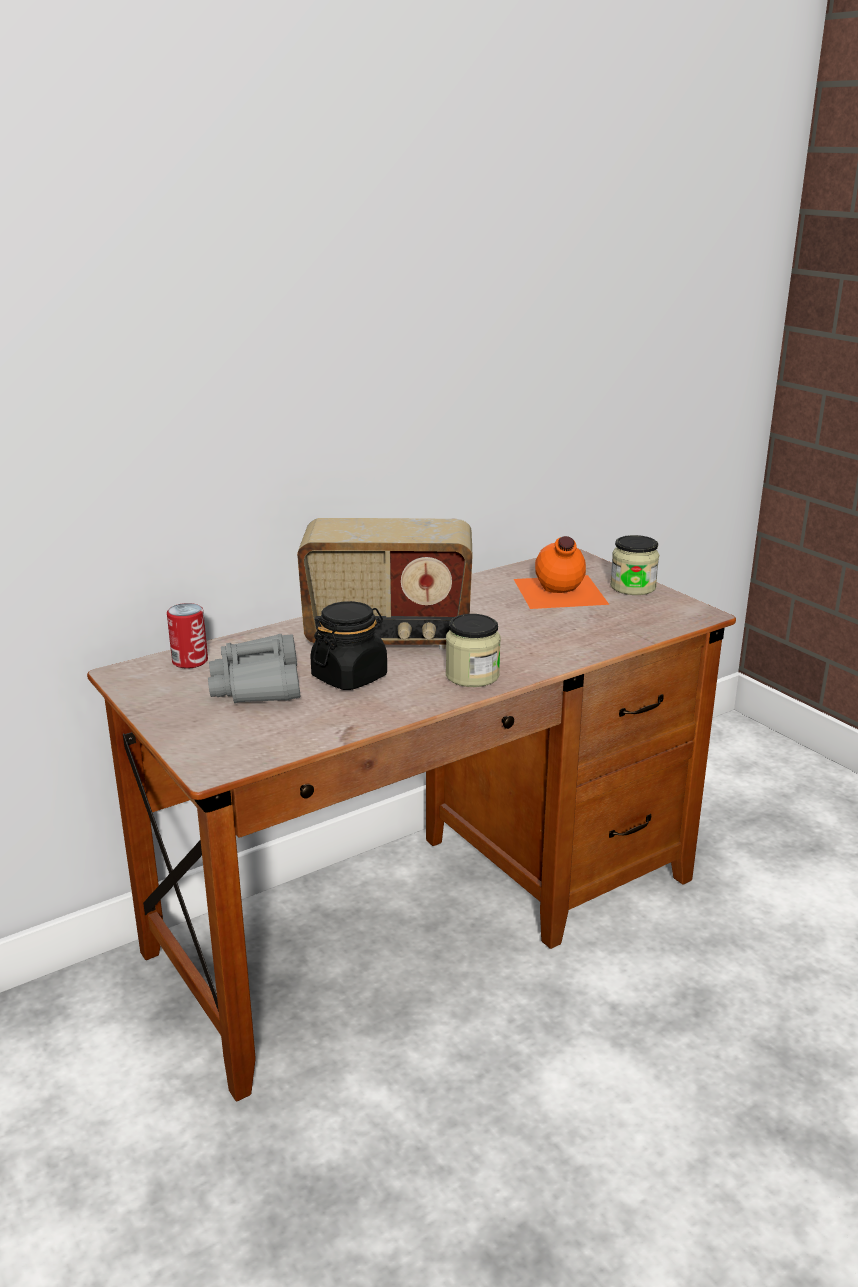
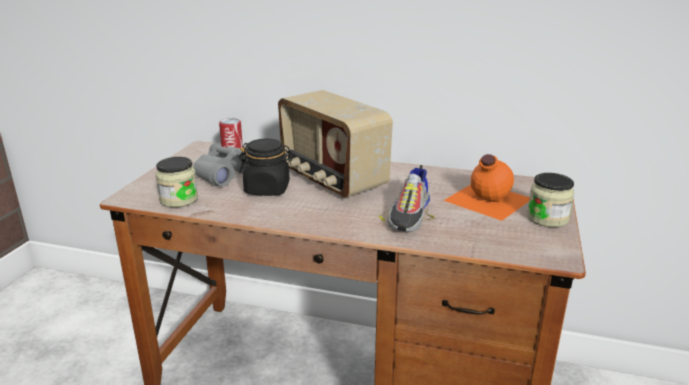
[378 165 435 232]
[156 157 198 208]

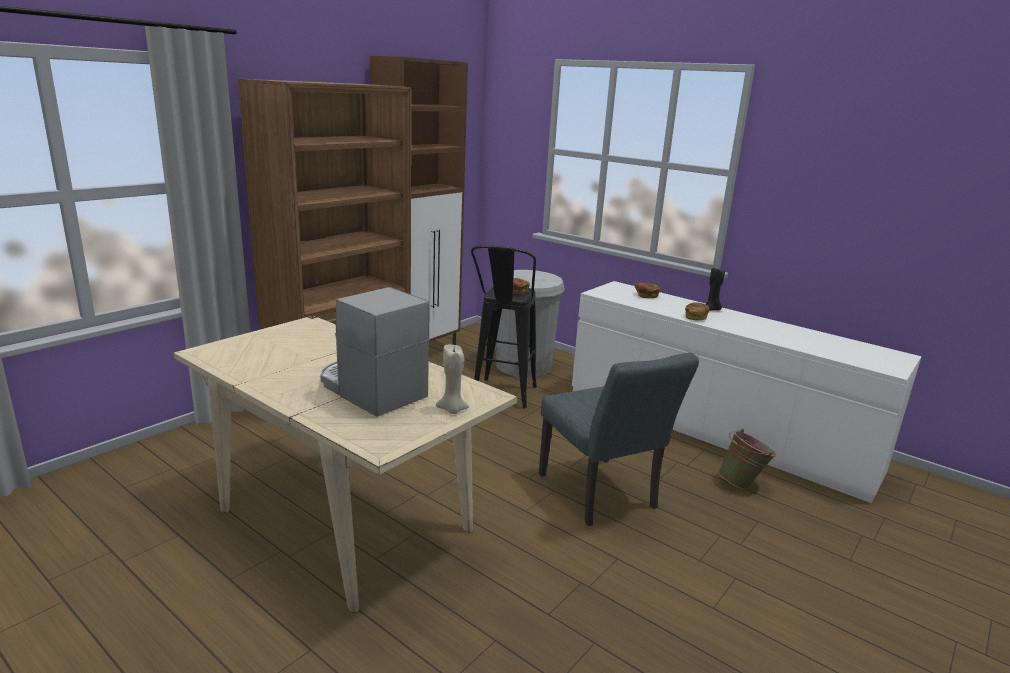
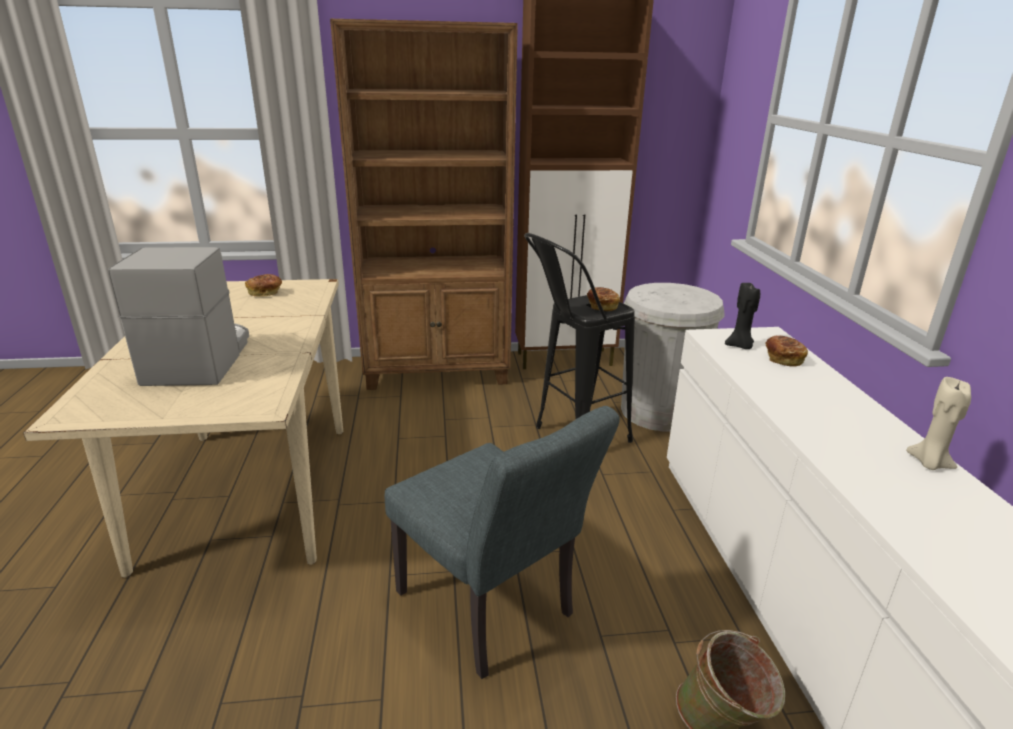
[906 377 971 470]
[245 274 282 297]
[725 283 760 349]
[385 406 620 679]

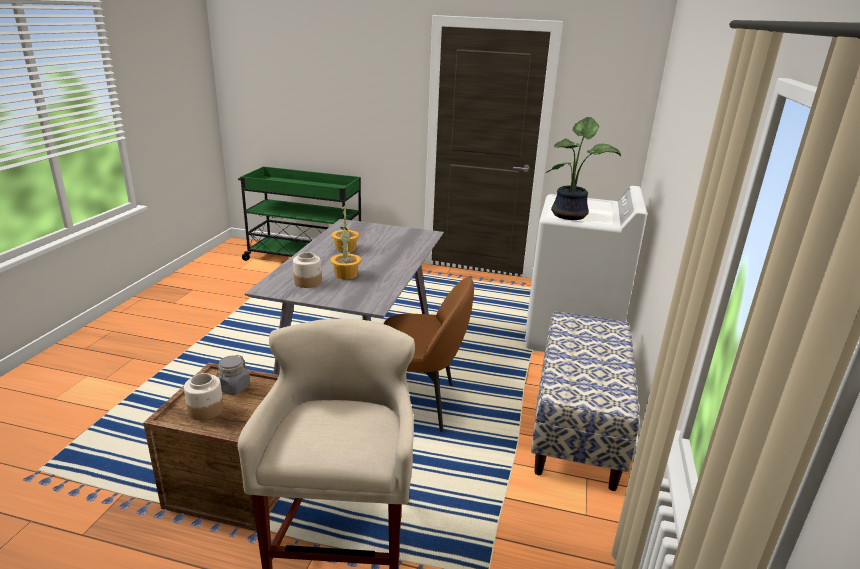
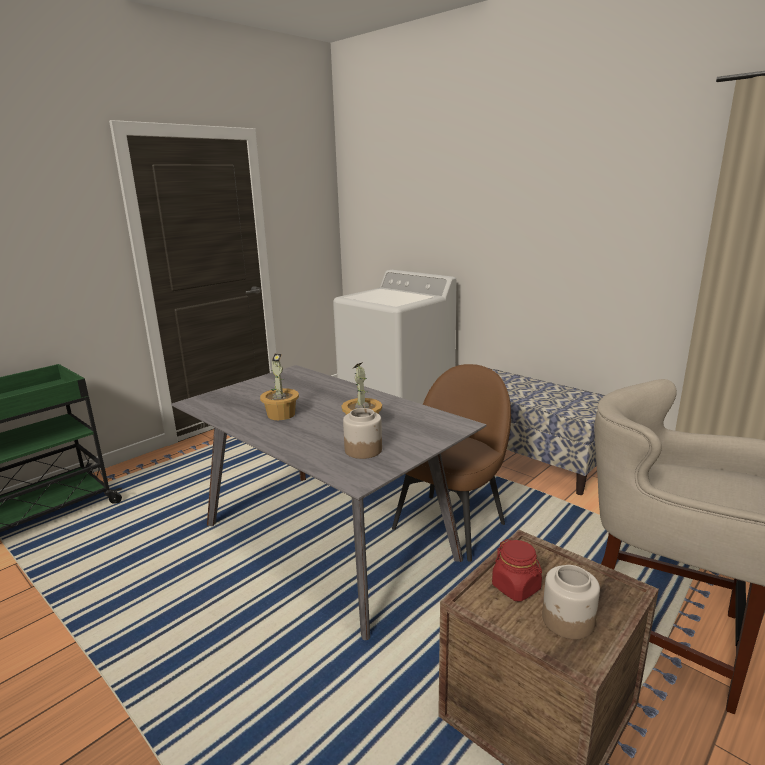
[546 117 621 220] (first image)
[492 539 542 602]

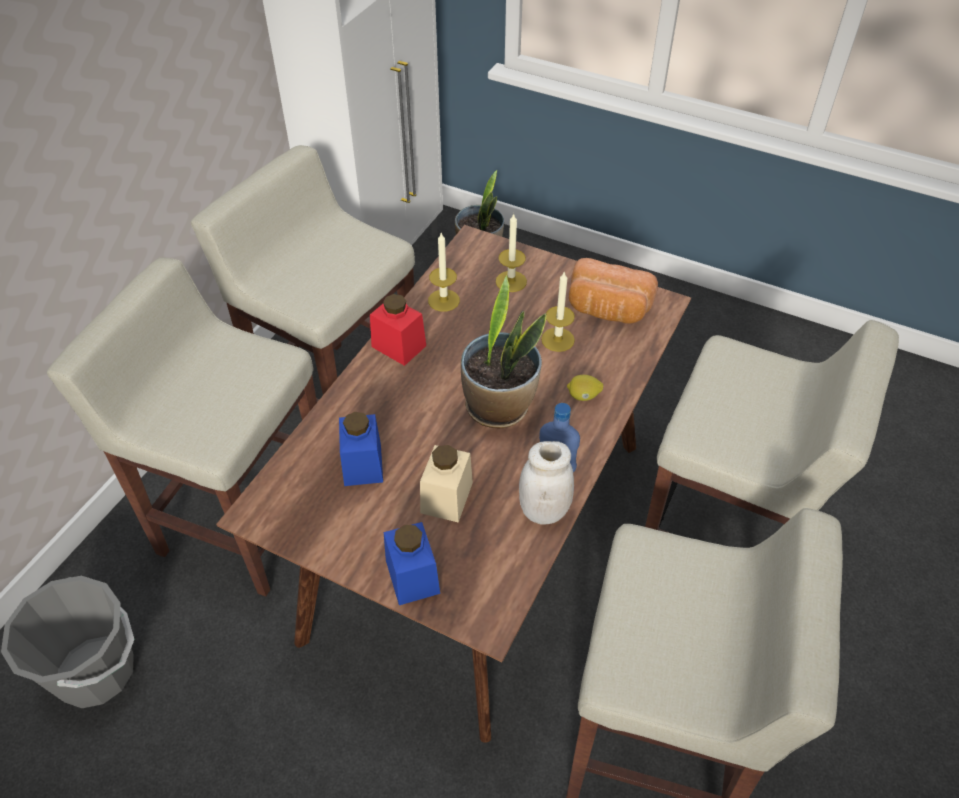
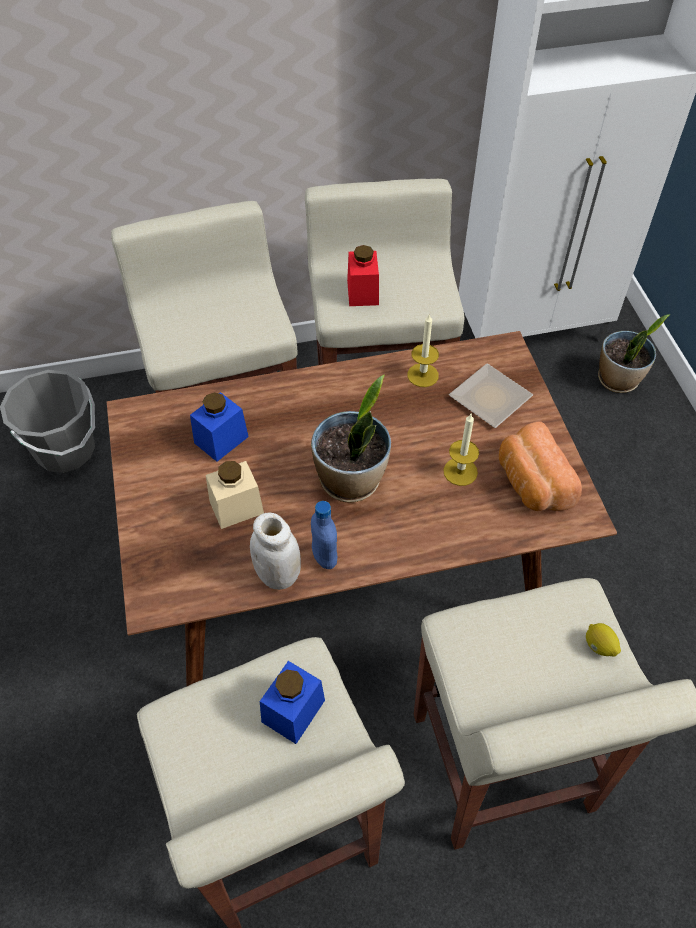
[347 245 379 306]
[260 661 325 744]
[586 623 621 657]
[449 363 533 428]

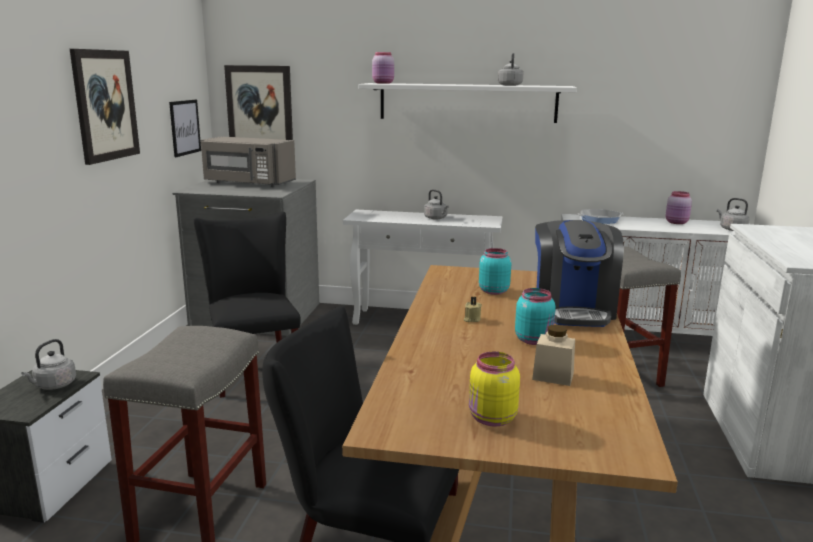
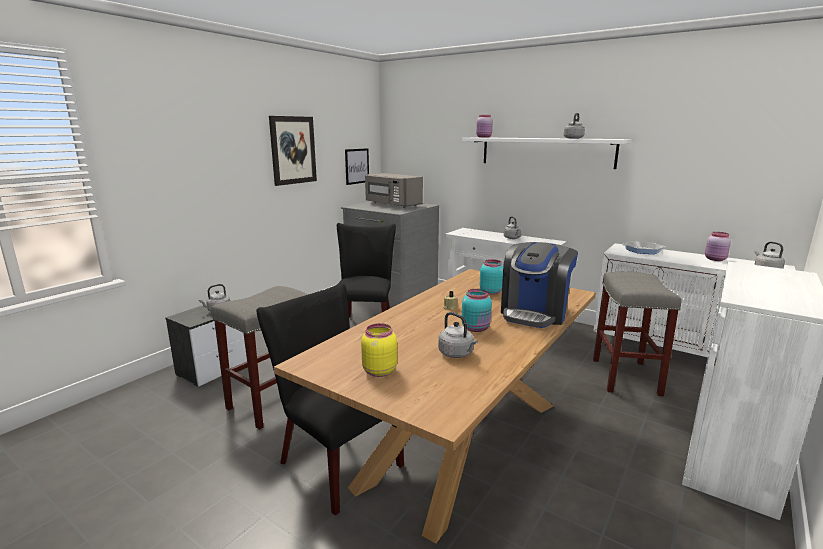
[224 65 293 140] (first image)
[438 312 478 358]

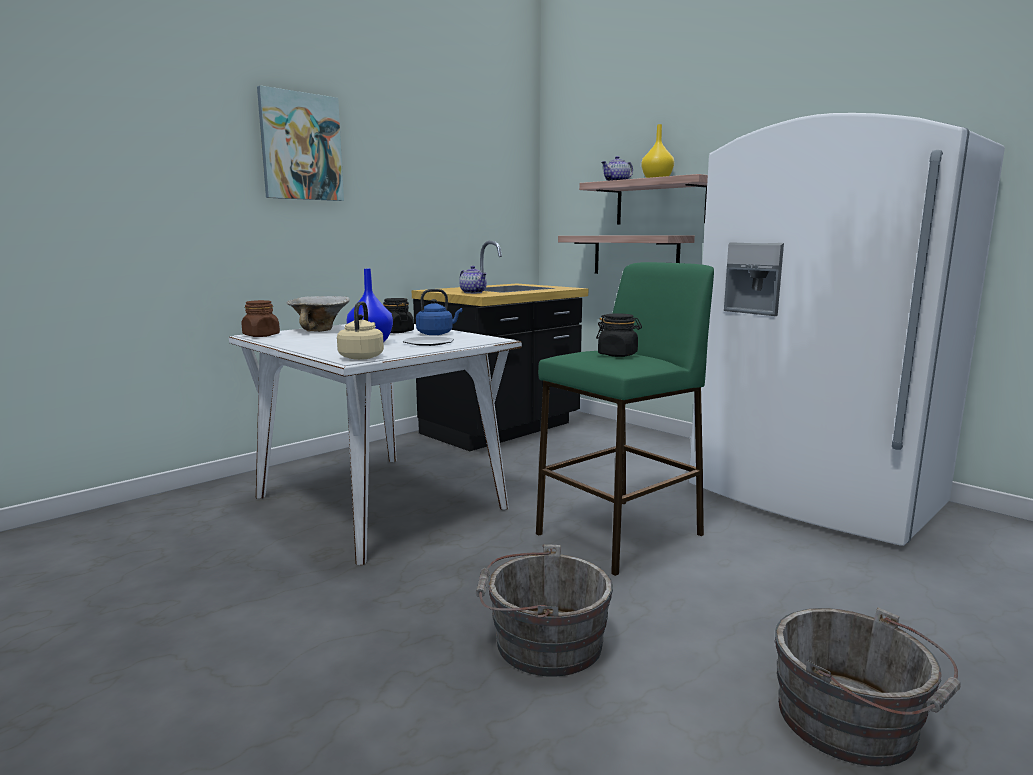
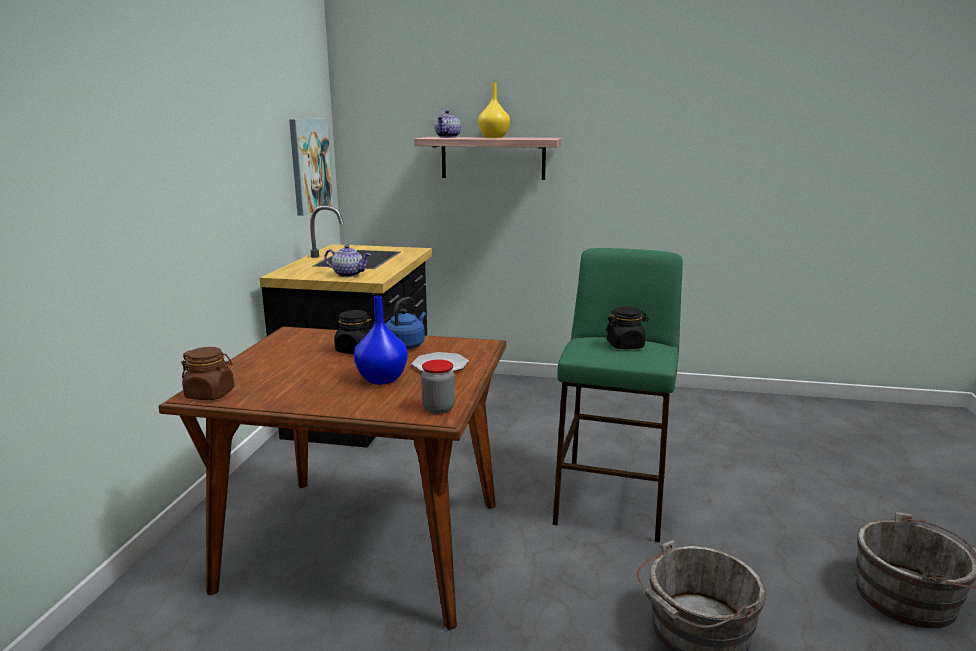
[287 296 350 332] (first image)
[558 235 695 274] (first image)
[689 113 1005 546] (first image)
[289 118 334 216]
[421 360 455 414]
[159 327 506 630]

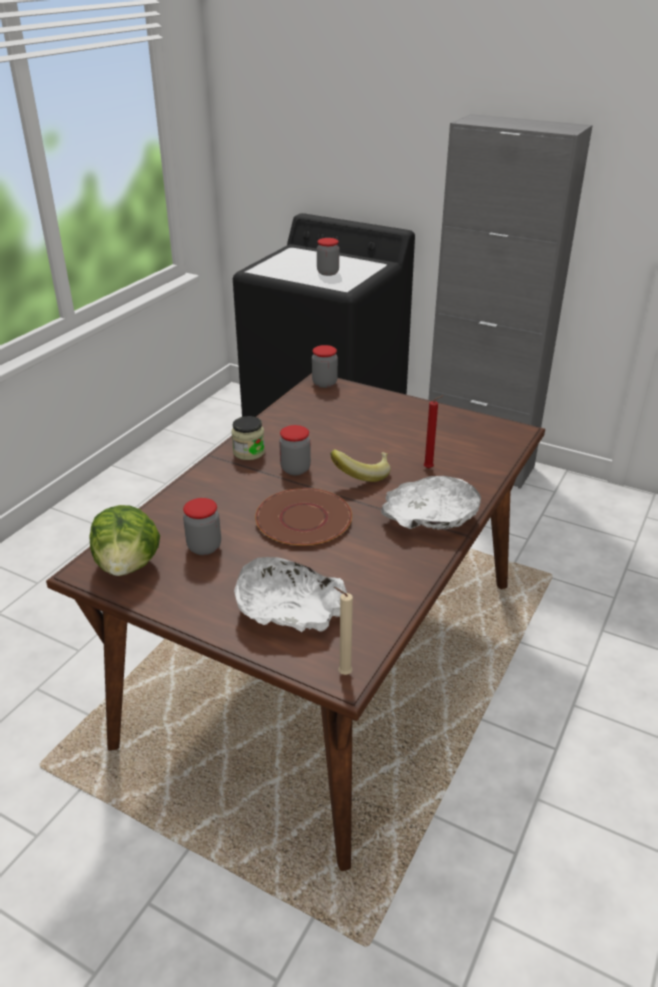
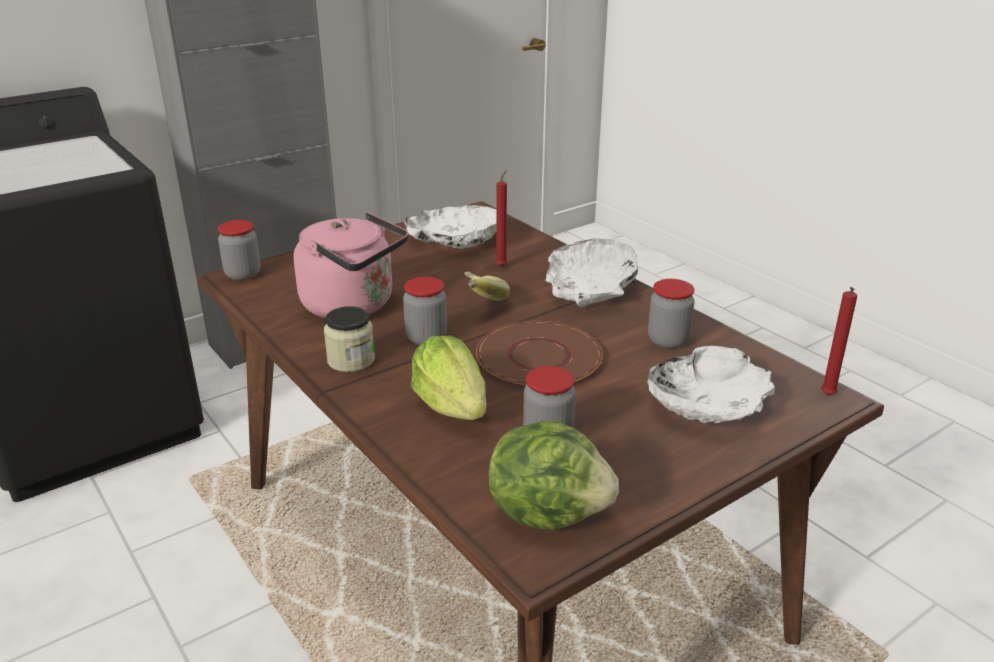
[294 212 408 318]
[404 205 497 249]
[411 335 486 420]
[648 279 695 349]
[821 287 857 395]

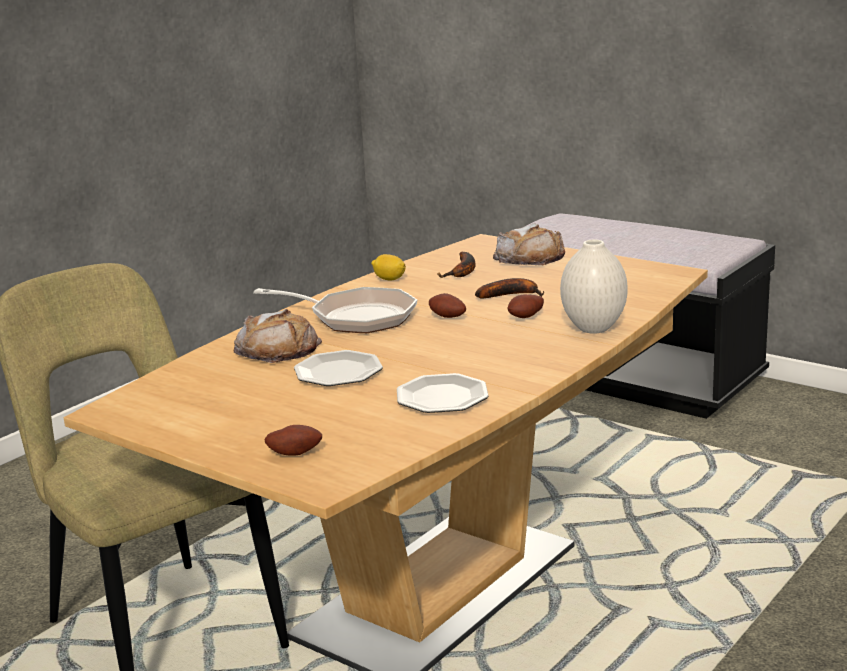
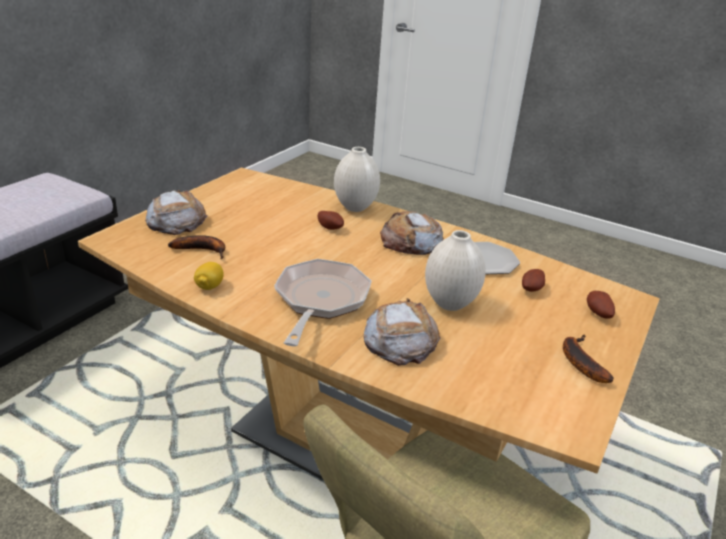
[380 211 443 255]
[522 269 545 292]
[563 335 614 383]
[425 230 486 311]

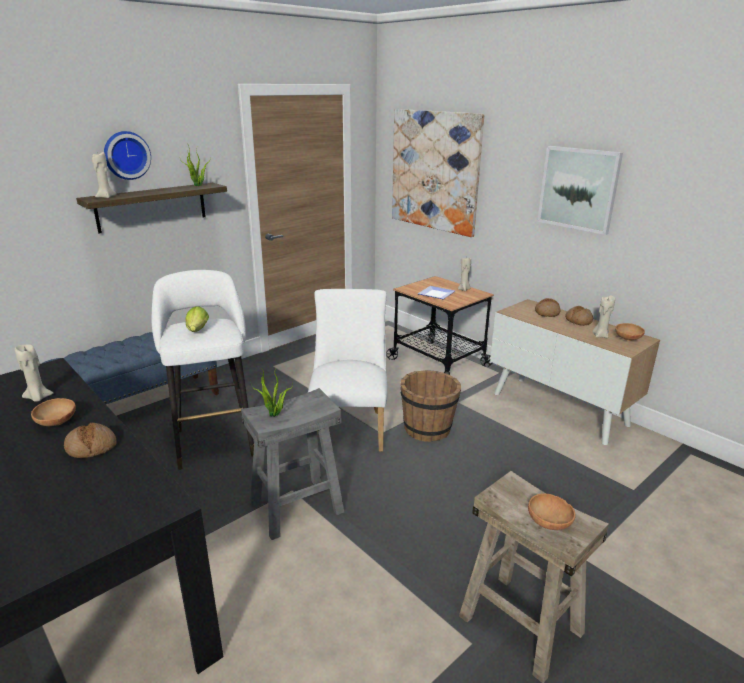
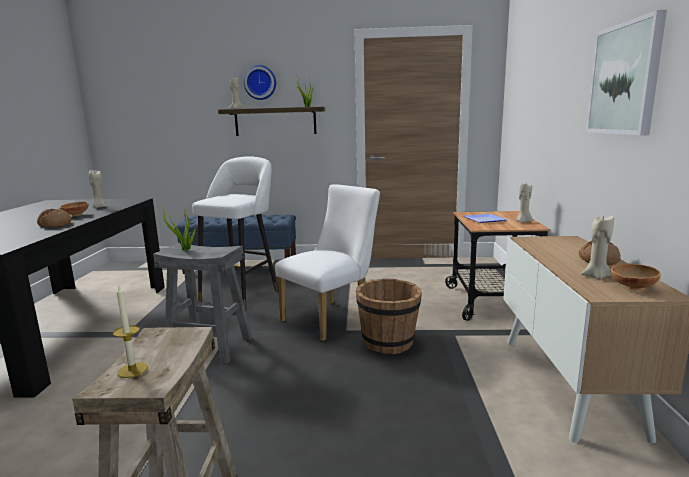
[186 306 209 332] (first image)
[392 109 484 237] (first image)
[535 298 560 317] (first image)
[113 286 148 378]

